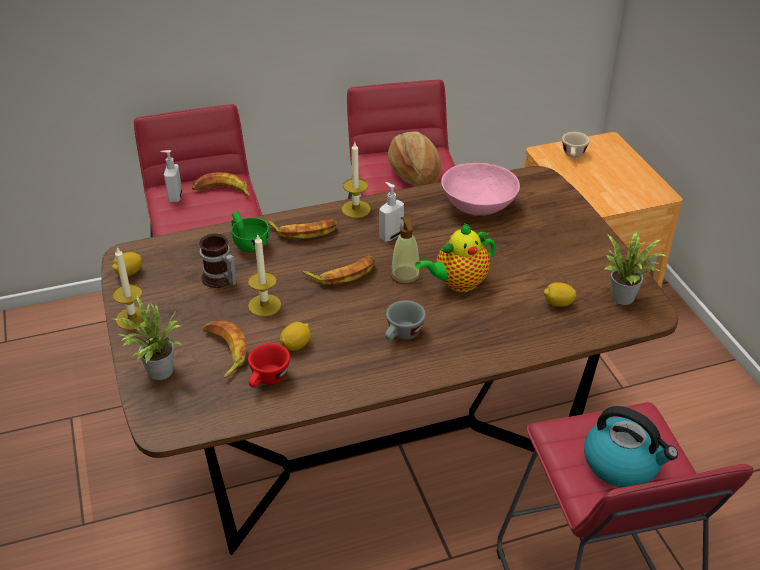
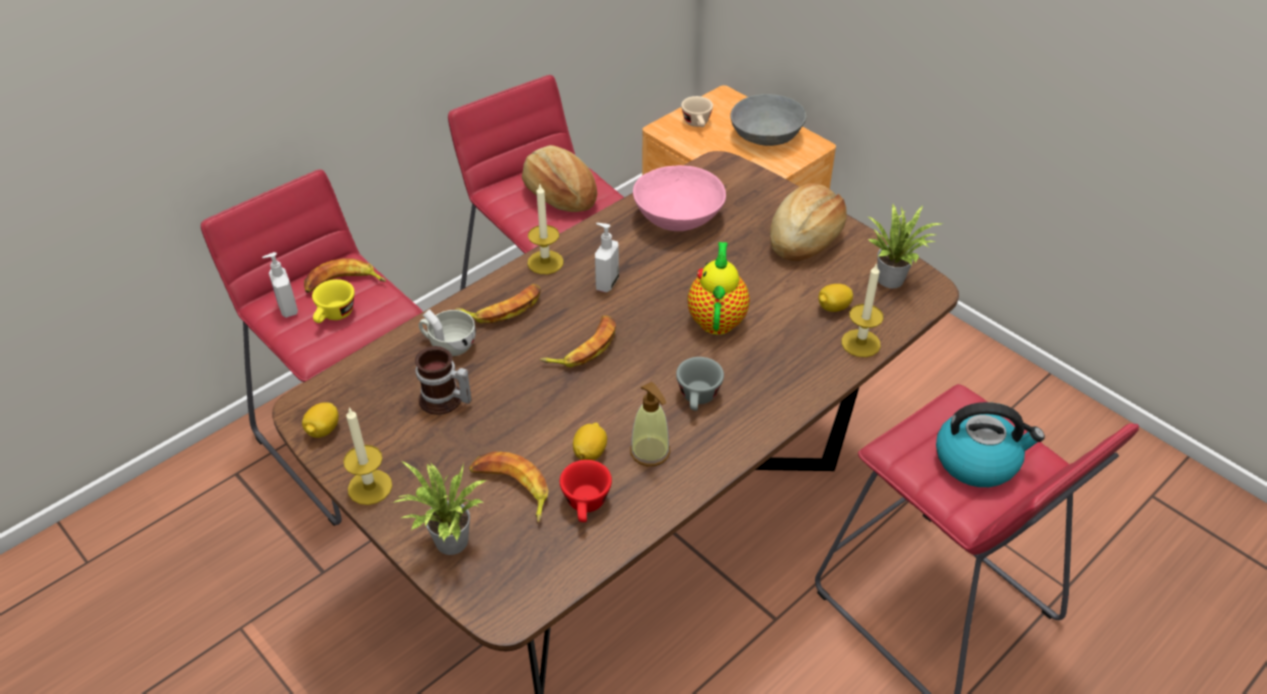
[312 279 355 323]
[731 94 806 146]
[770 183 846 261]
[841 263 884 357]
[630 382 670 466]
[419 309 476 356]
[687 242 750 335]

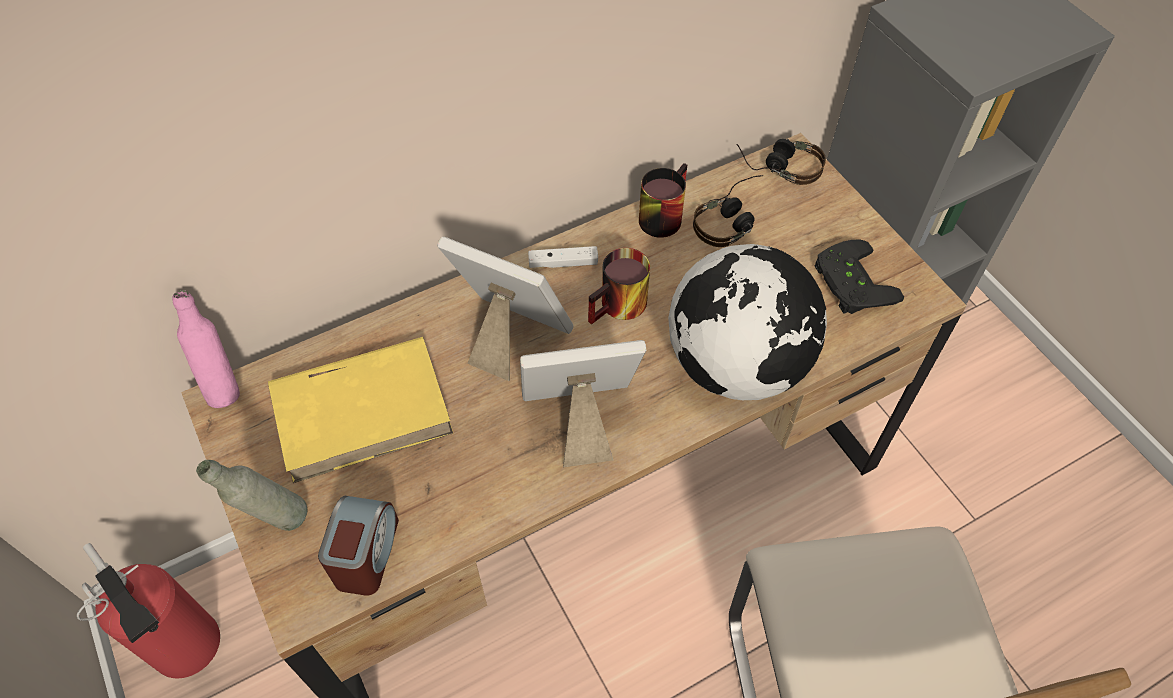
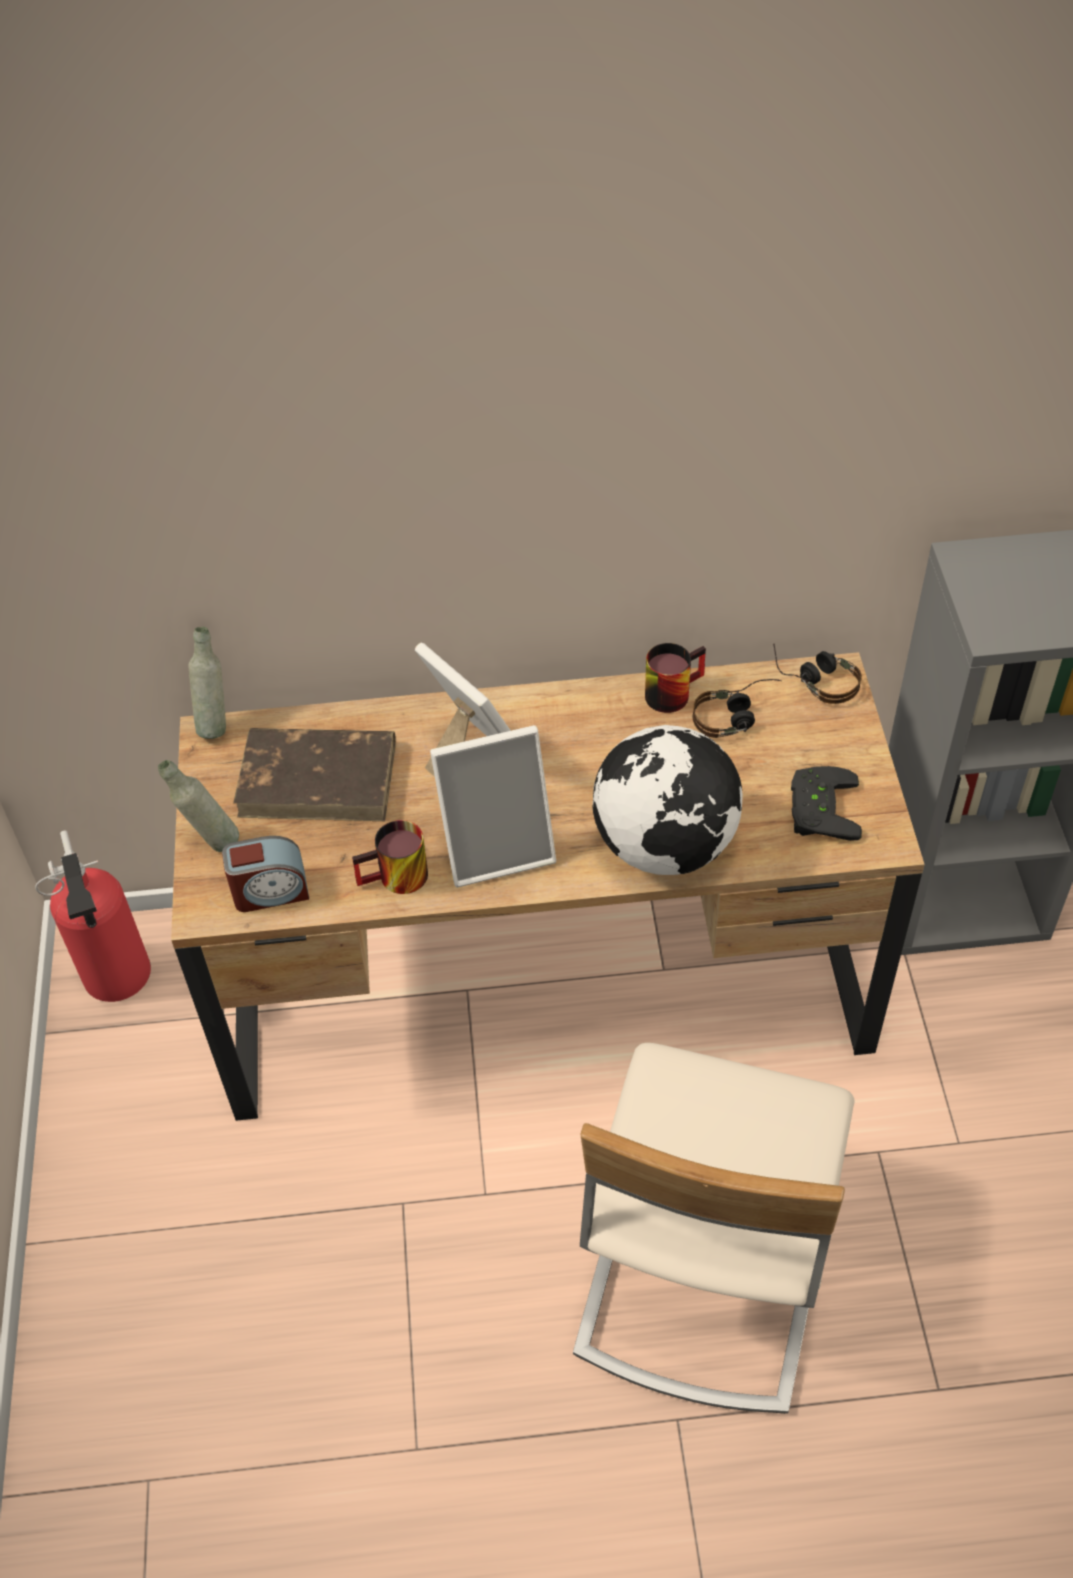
[528 246 598 268] (first image)
[352 820 428 894]
[188 626 226 739]
[233 728 396 821]
[222 836 309 912]
[430 725 556 887]

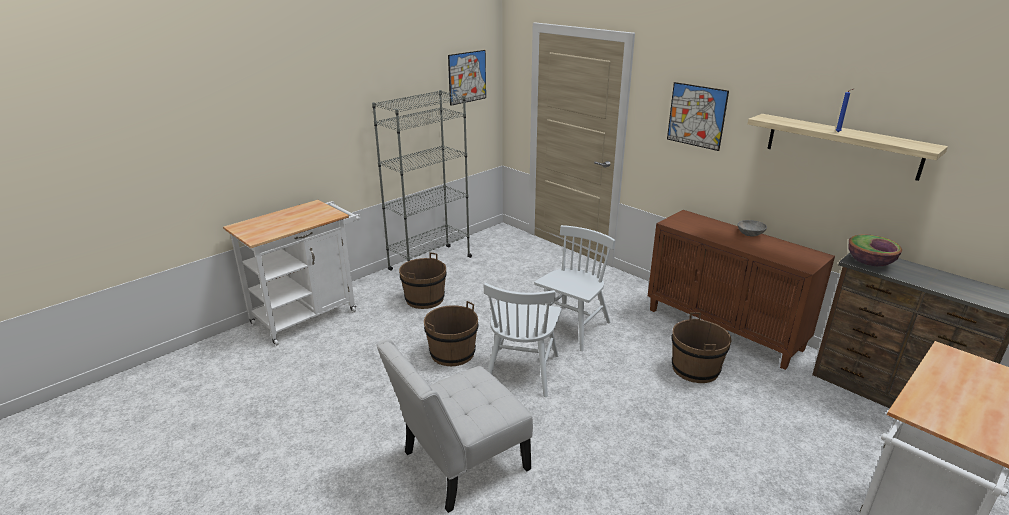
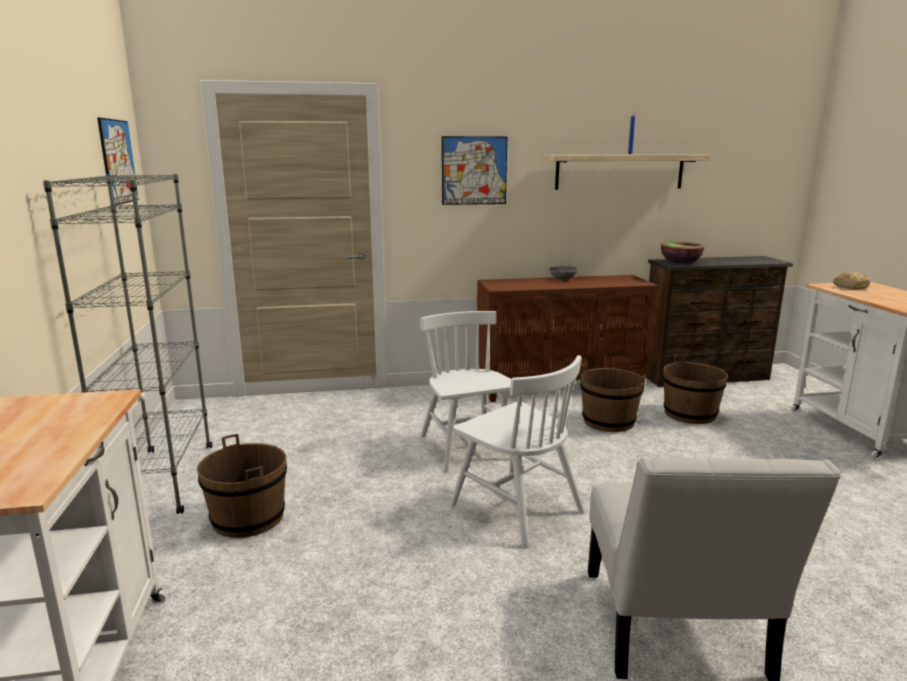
[833 272 870 289]
[663 354 728 424]

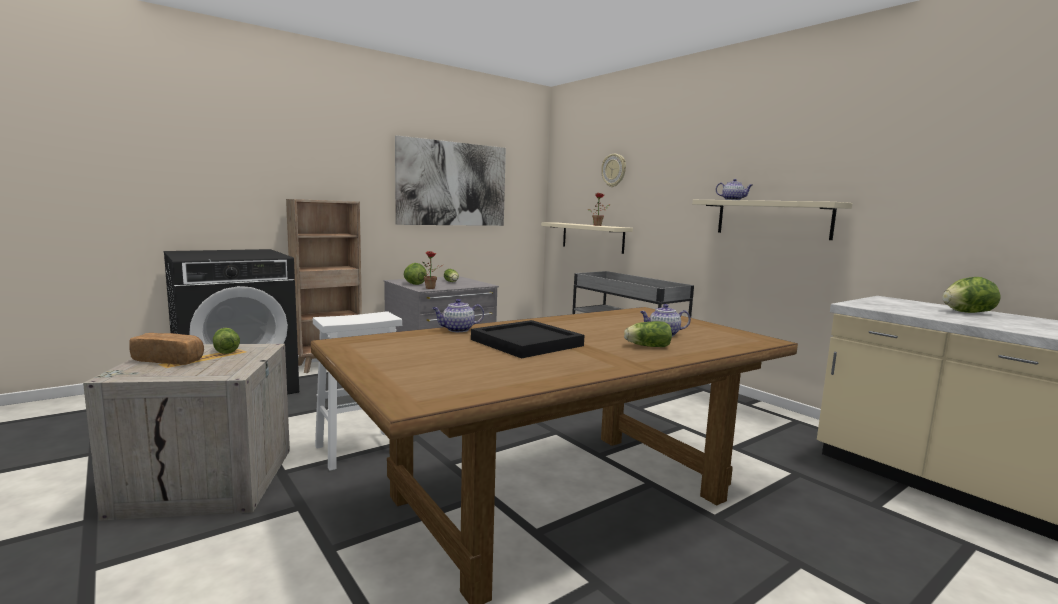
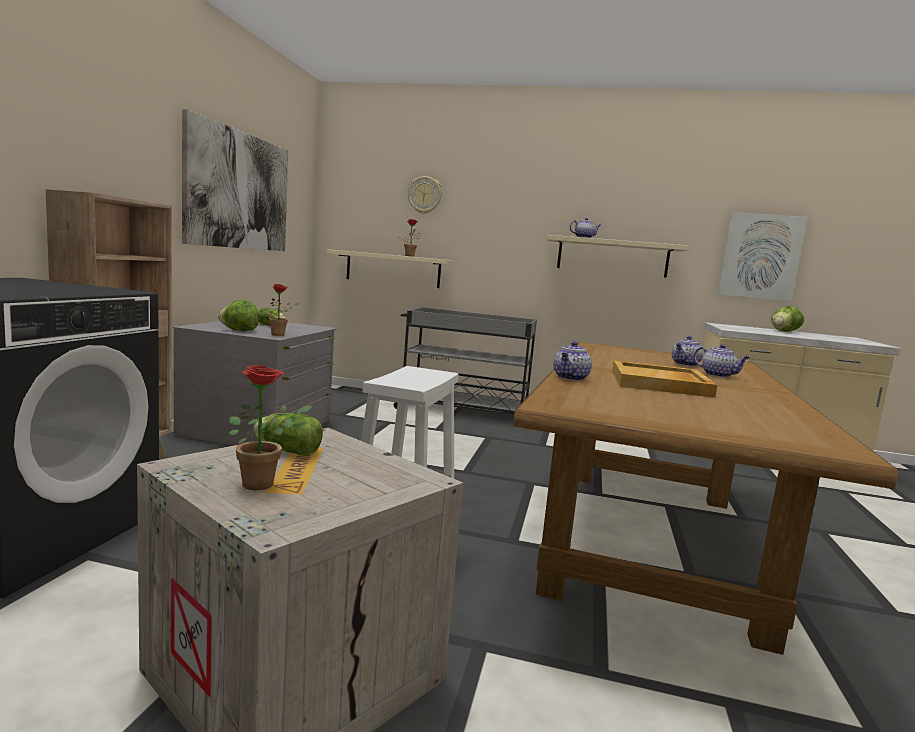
[717 212 807 301]
[229 365 312 490]
[694 344 750 378]
[612 360 717 398]

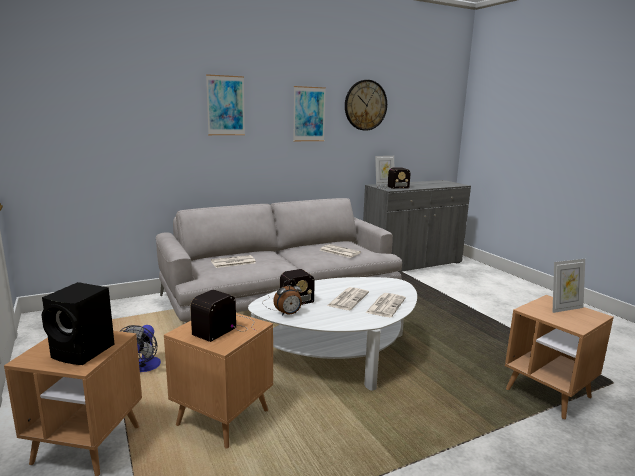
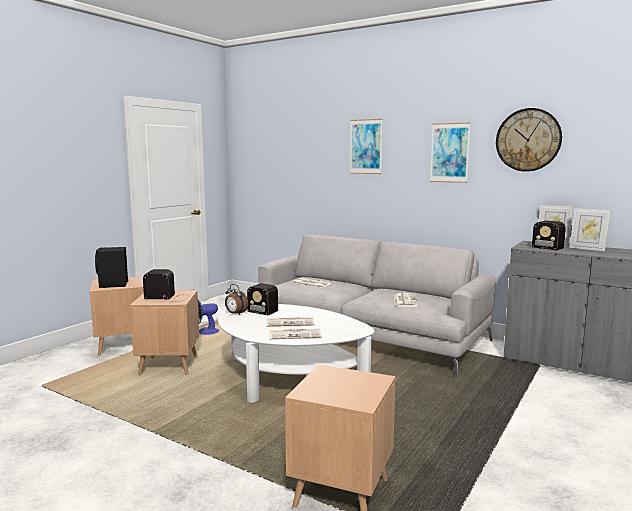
[570 208 610 251]

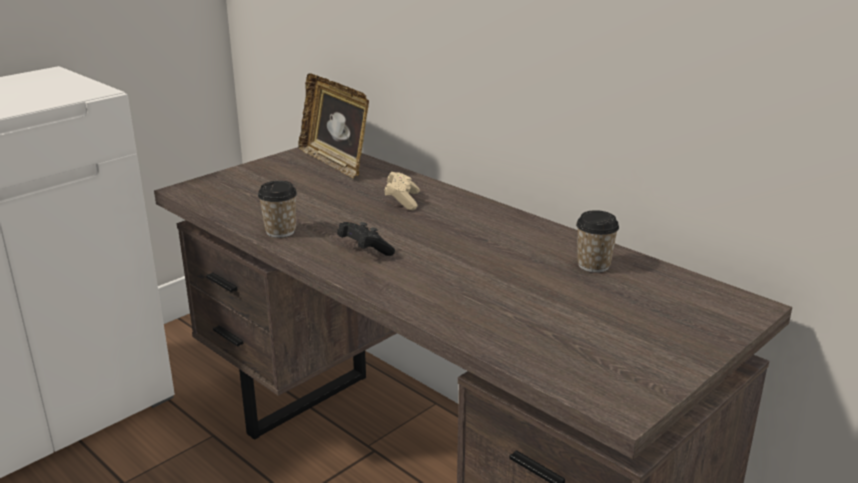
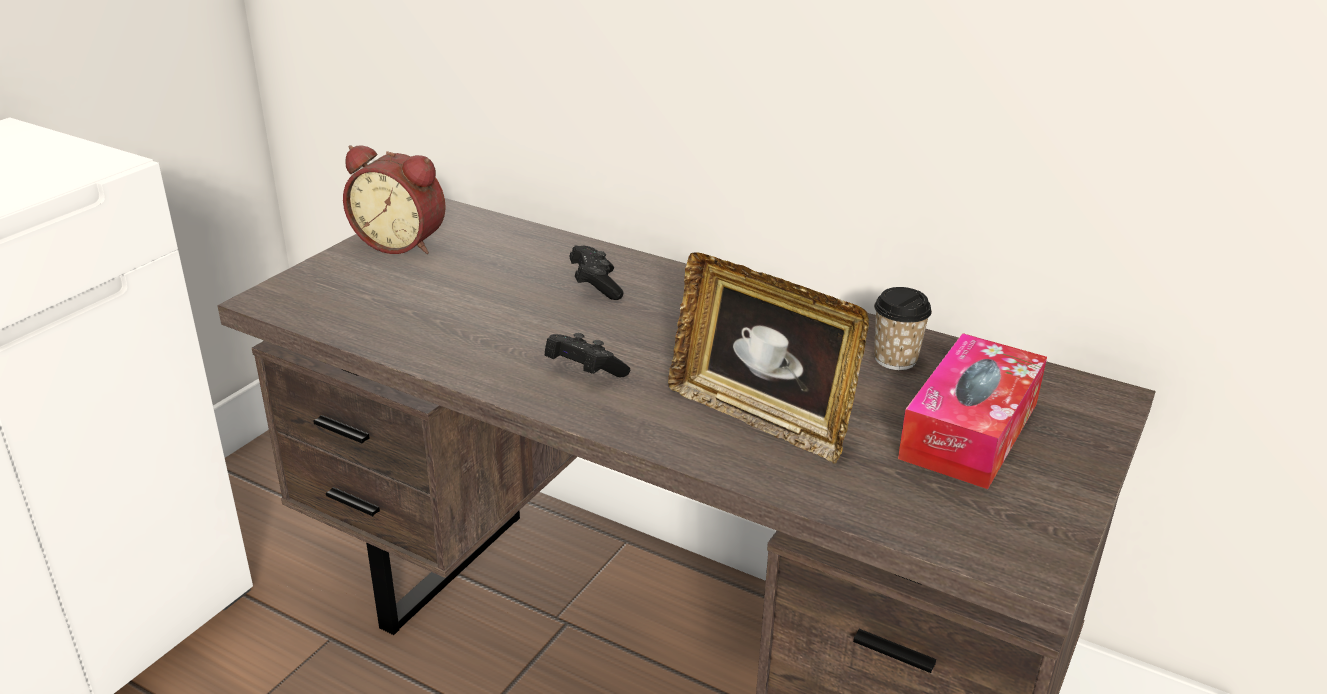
[258 181 297 238] (first image)
[343 145 446 254]
[898 333 1047 489]
[668 252 869 464]
[570 245 624 300]

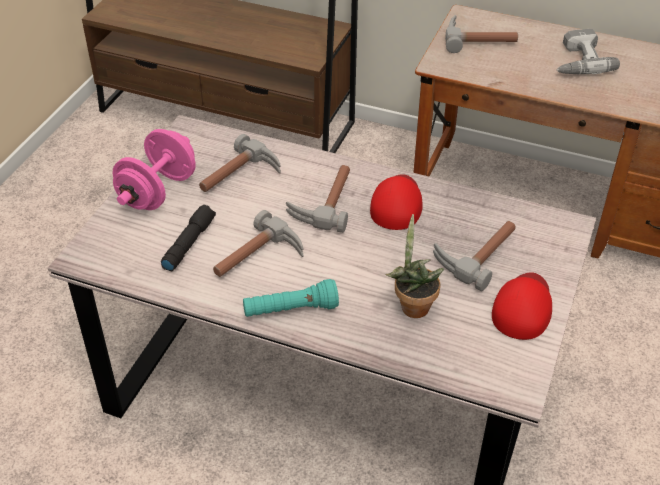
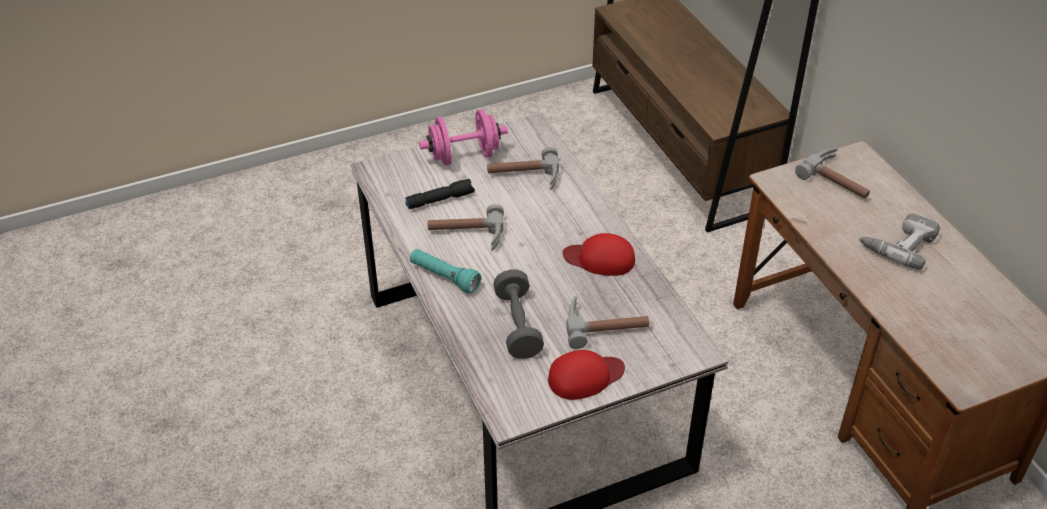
[286 165 350 233] (first image)
[493 269 544 359]
[563 233 635 276]

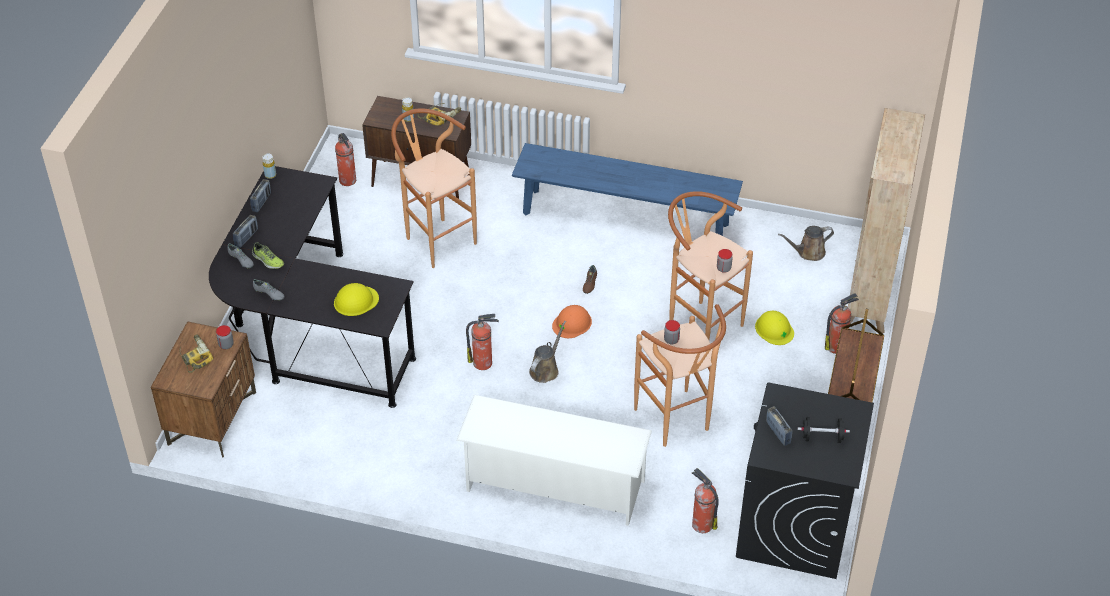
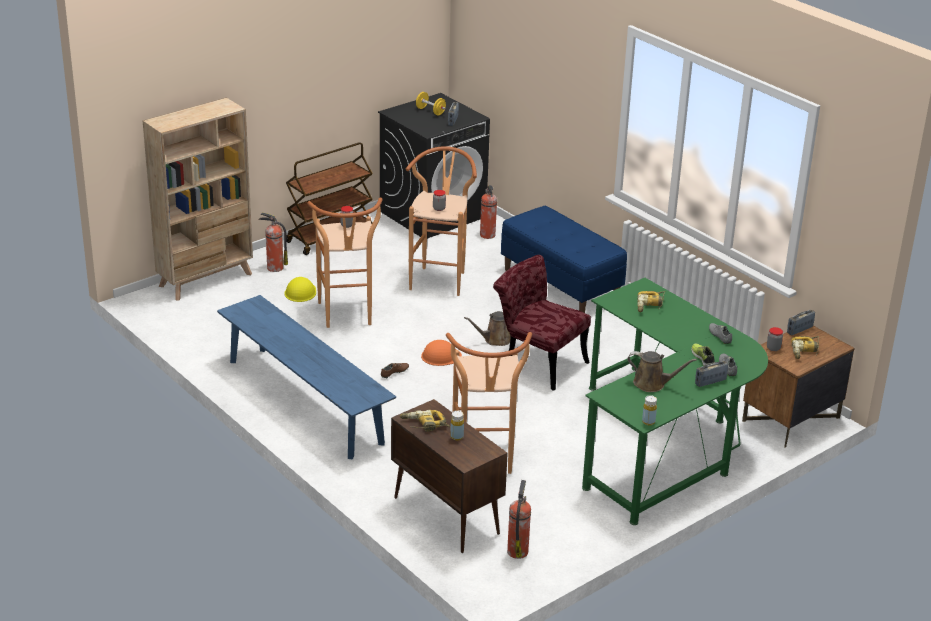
[787 310 815 335]
[627 351 697 392]
[637 291 665 312]
[501 206 627 313]
[493 255 591 391]
[582 278 768 525]
[416 92 446 115]

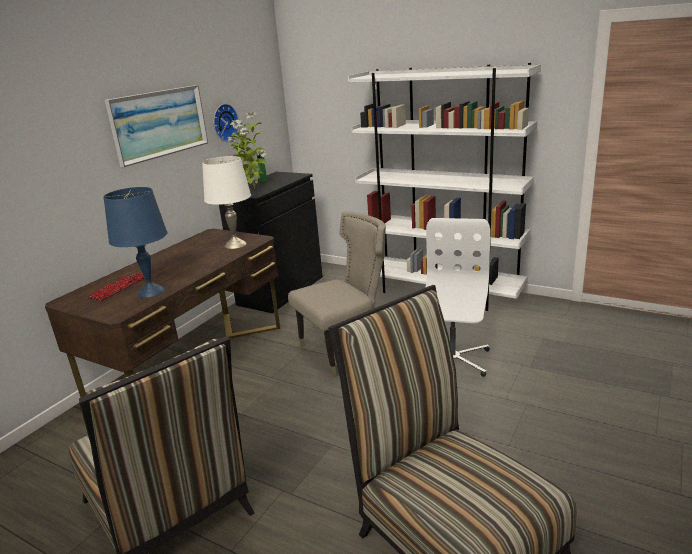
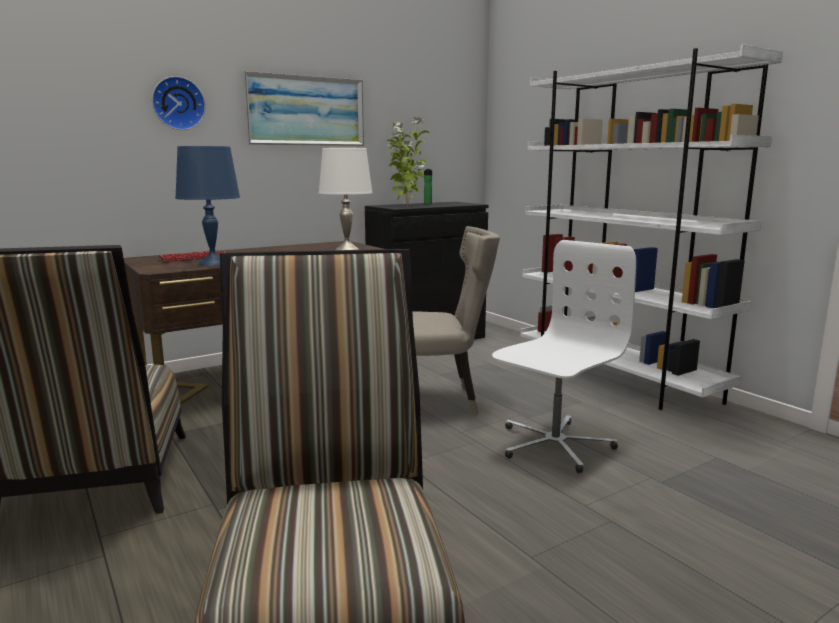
[152 76 206 130]

